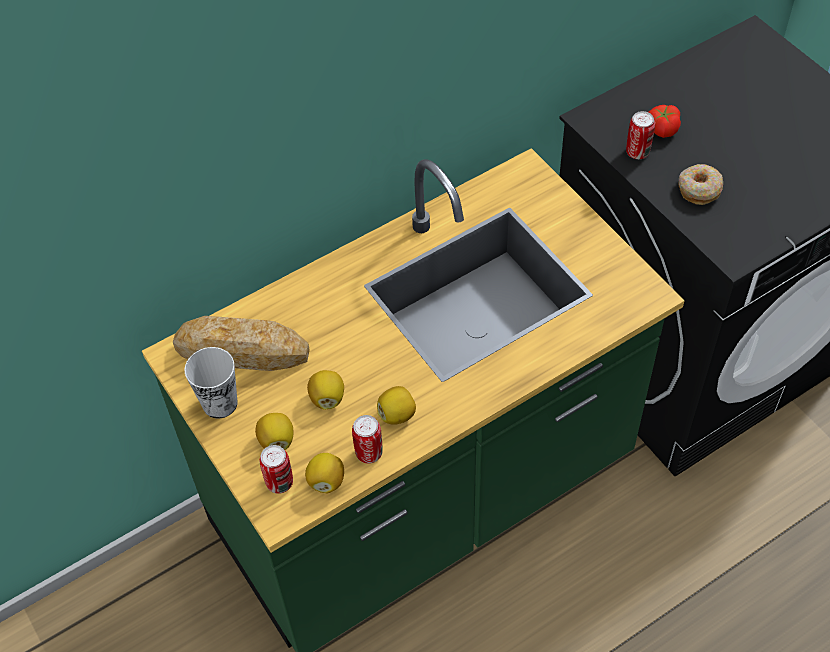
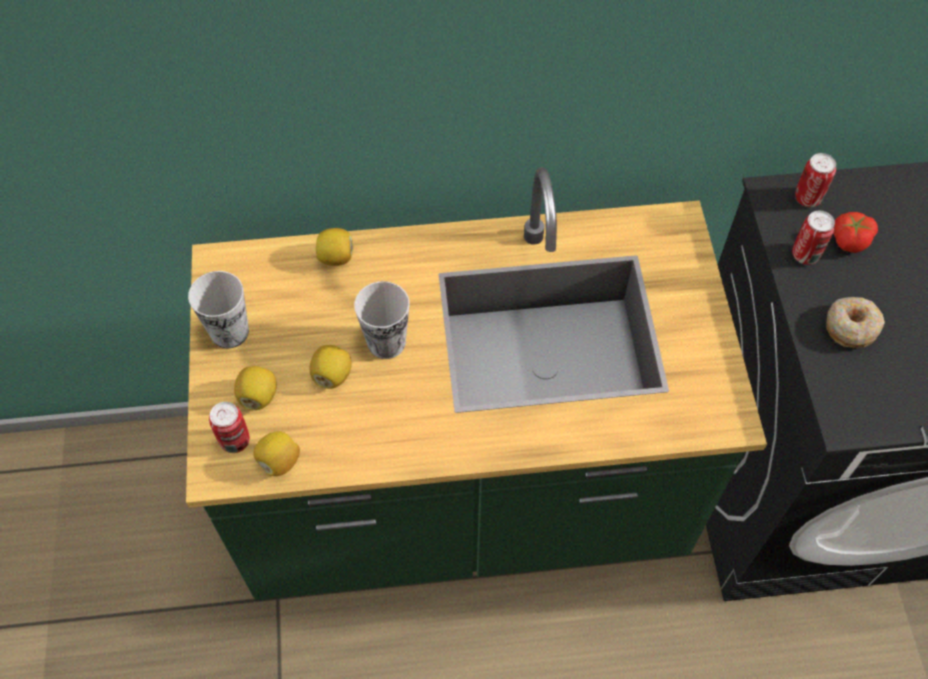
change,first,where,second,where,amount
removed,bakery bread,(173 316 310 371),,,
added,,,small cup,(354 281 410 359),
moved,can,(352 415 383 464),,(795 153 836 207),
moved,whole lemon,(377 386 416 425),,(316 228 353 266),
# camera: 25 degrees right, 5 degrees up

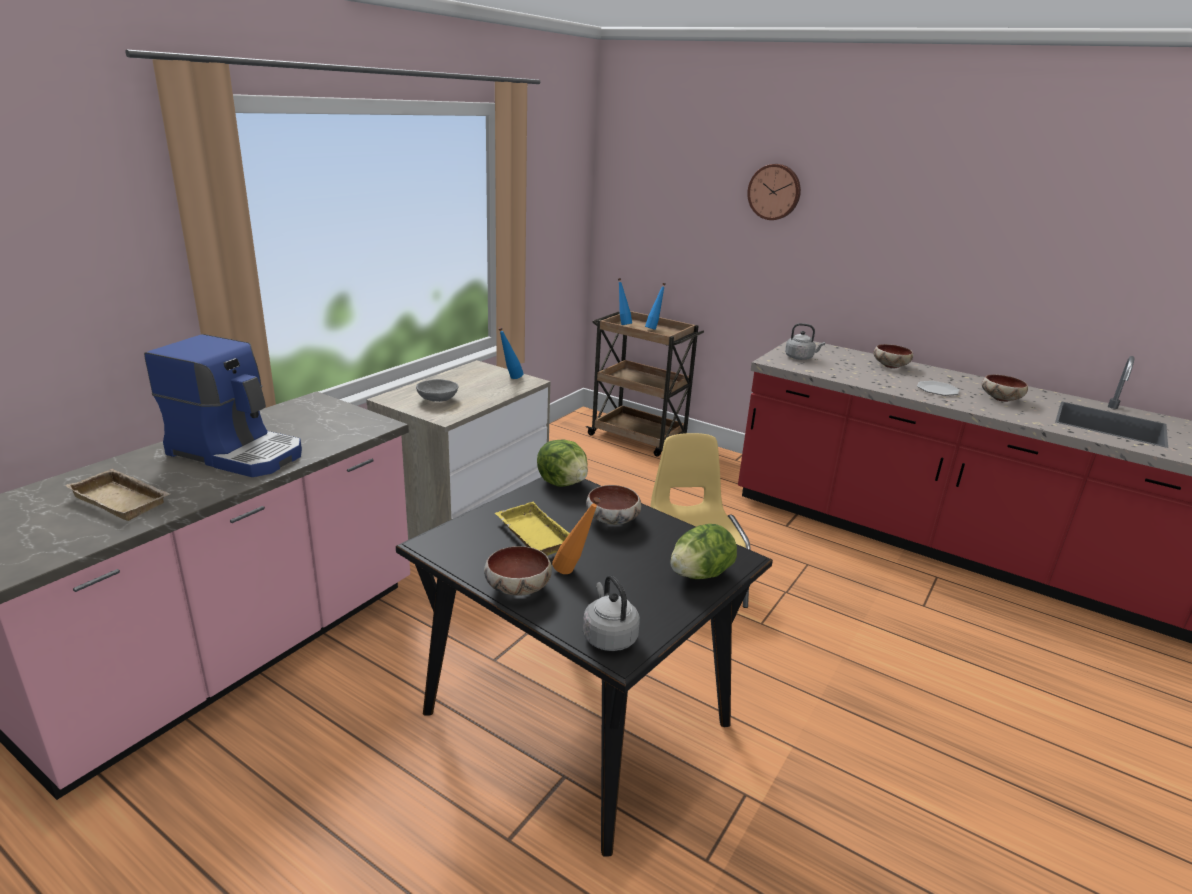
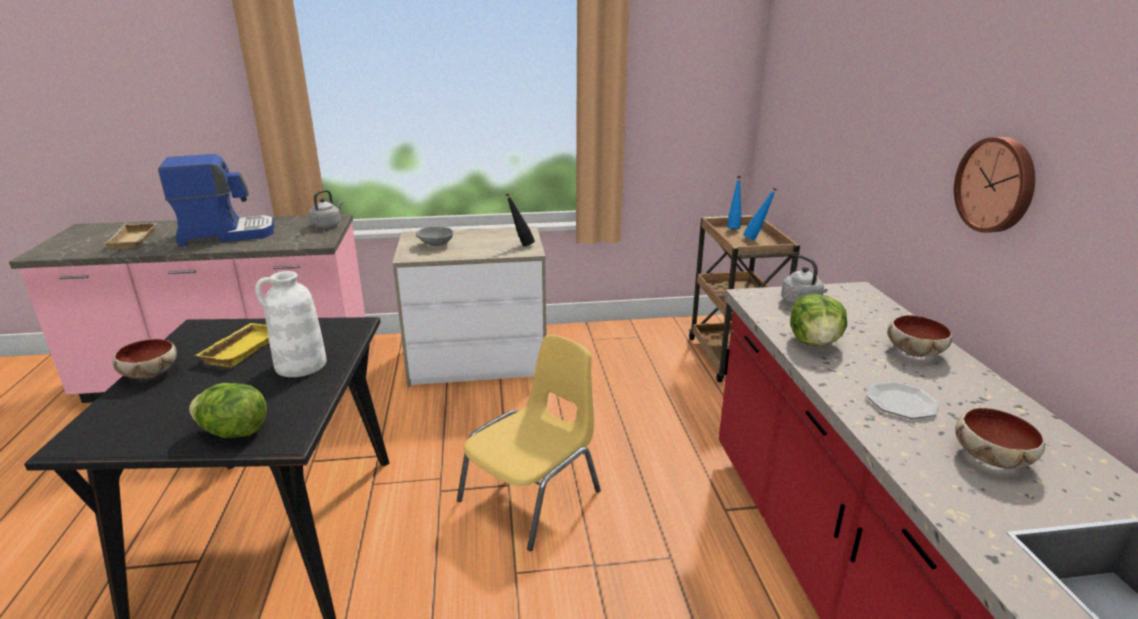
change,first,where,second,where,amount
removed,bottle in orange,(552 497 601 574),,,
moved,lettuce head,(537 440 588 487),,(790 294 847 346),
moved,tea kettle in greyish,(583 575 640 651),,(309 190 343 228),
moved,clock on the wall,(747 164 801 220),,(954 137 1035 233),
replaced,serving bowl,(586 485 641 525),vase in white-coloured,(255 271 327 377),
recoloured,bottle in blue,(498 327 524 379),bottle in black,(505 193 535 247),
turned,coffee brewer,(144 334 302 477),,(158 154 274 247),90 degrees counterclockwise
# camera: 50 degrees right, 0 degrees up

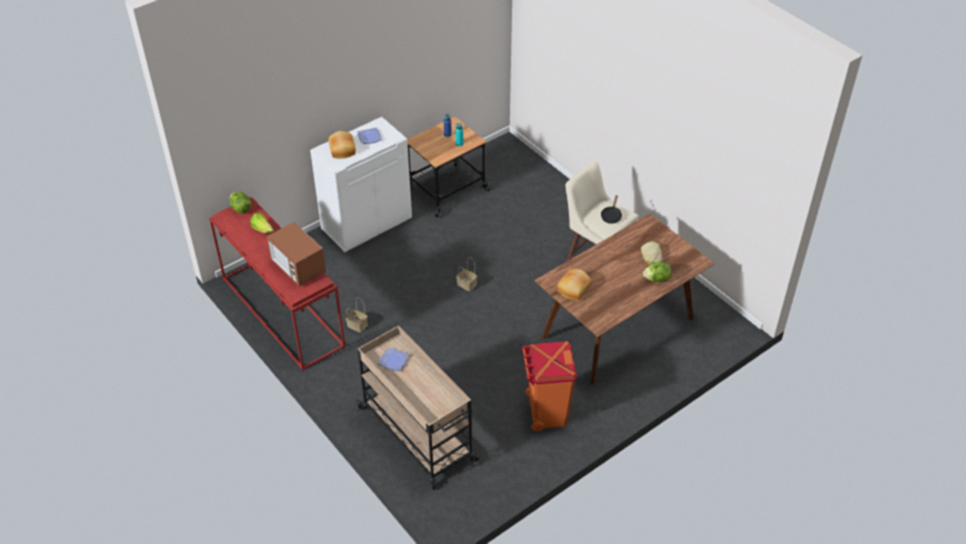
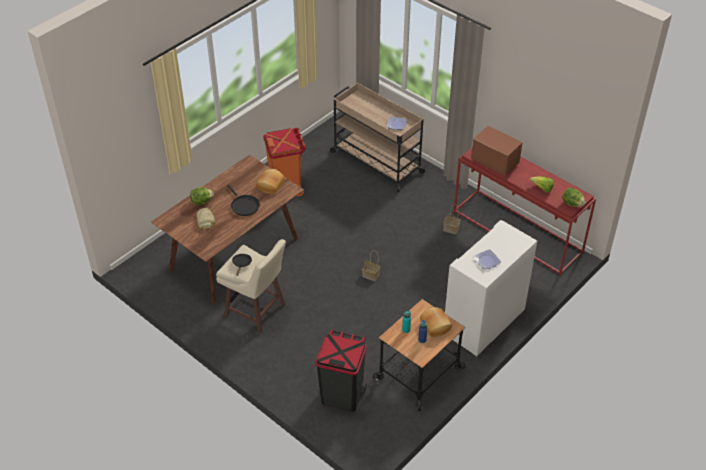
change,first,where,second,where,amount
added,,,frying pan in black,(227 185 260 216),
added,,,waste bin in black,(315 329 367 412),
moved,bakery bread,(328 131 356 159),,(420 307 452 337),
# camera: 170 degrees right, 0 degrees up

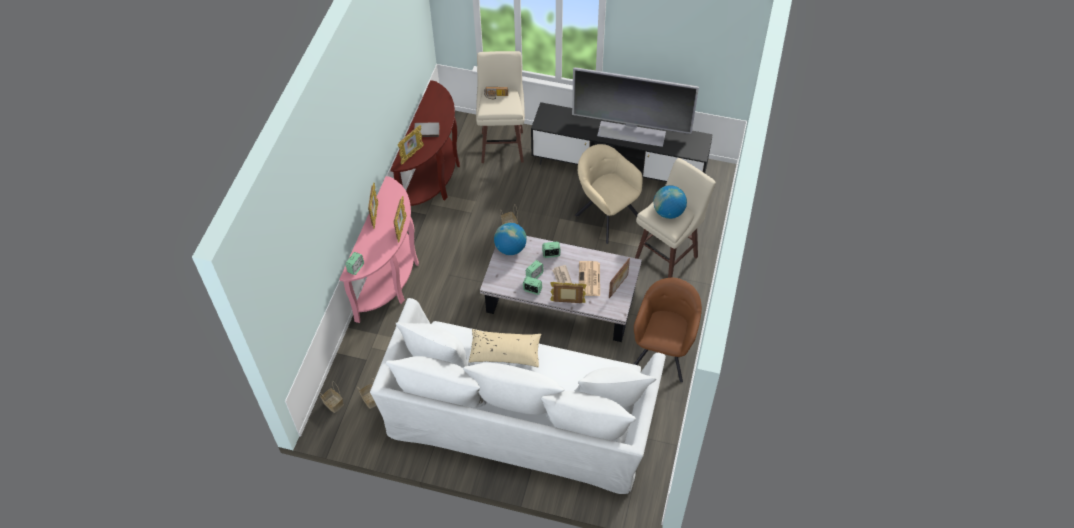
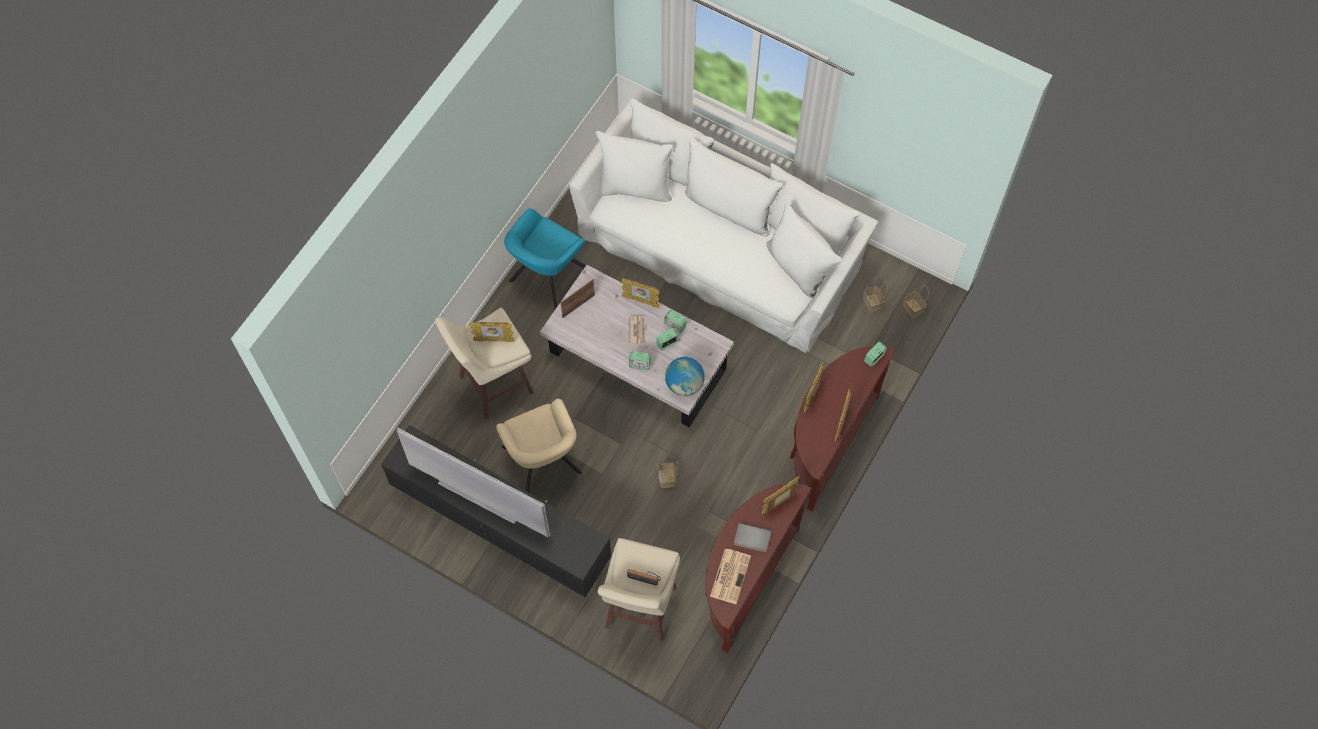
change,first,where,second,where,amount
removed,cushion in sand-coloured,(469 329 541 367),,,
moved,printed paper,(579 261 600 296),,(710 549 751 604),
replaced,world globe,(653 185 687 219),picture frame,(469 322 515 342),
recoloured,narrow table in pink,(339 176 419 323),narrow table in brownish,(790 346 895 511),
recoloured,lounge chair in brownish,(634 278 702 383),lounge chair in blue-green,(504 208 586 309),
# camera: 165 degrees left, 10 degrees up

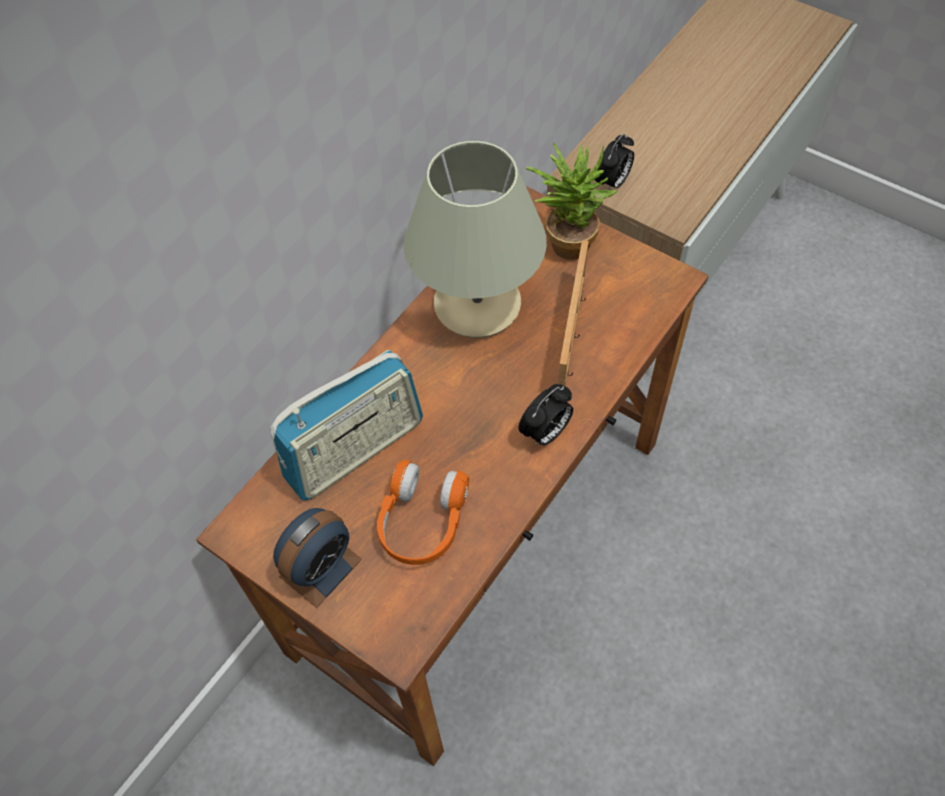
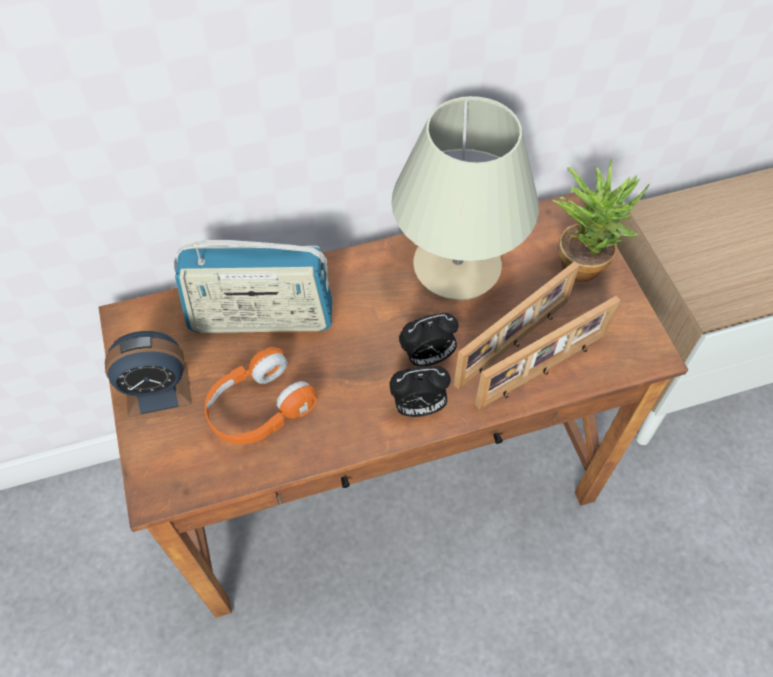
change,first,where,second,where,amount
added,,,picture frame,(475 296 621 410),
moved,bedside clock,(595 133 634 190),,(399 313 459 366),
# camera: 35 degrees right, 0 degrees up

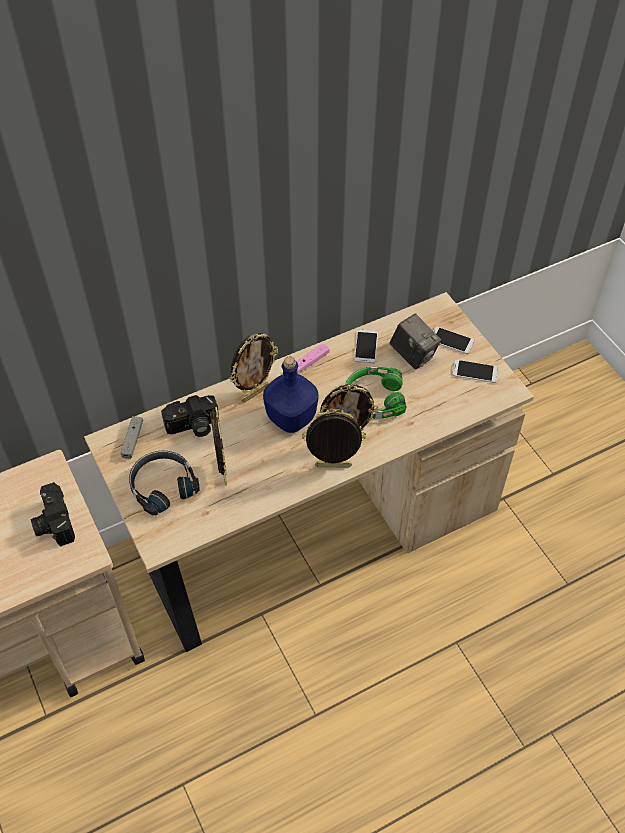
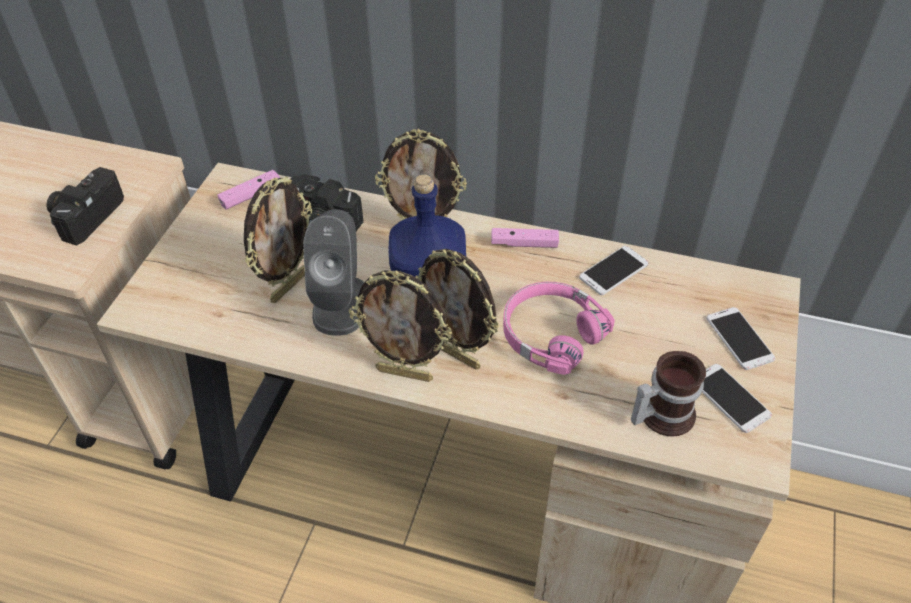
change,first,where,second,where,amount
removed,pair of headphones in black,(129 451 199 515),,,
removed,still camera,(390 314 442 370),,,
added,,,speaker in greyish,(303 209 364 336),
added,,,mug,(631 351 706 437),
recoloured,game controller in greyish,(120 416 143 459),game controller in pink,(217 170 280 210),
recoloured,pair of headphones in greenish,(345 367 406 419),pair of headphones in pink,(503 282 615 375),
turned,picture frame,(302 409 366 468),,(349 270 452 382),150 degrees clockwise
# camera: 45 degrees right, 5 degrees down

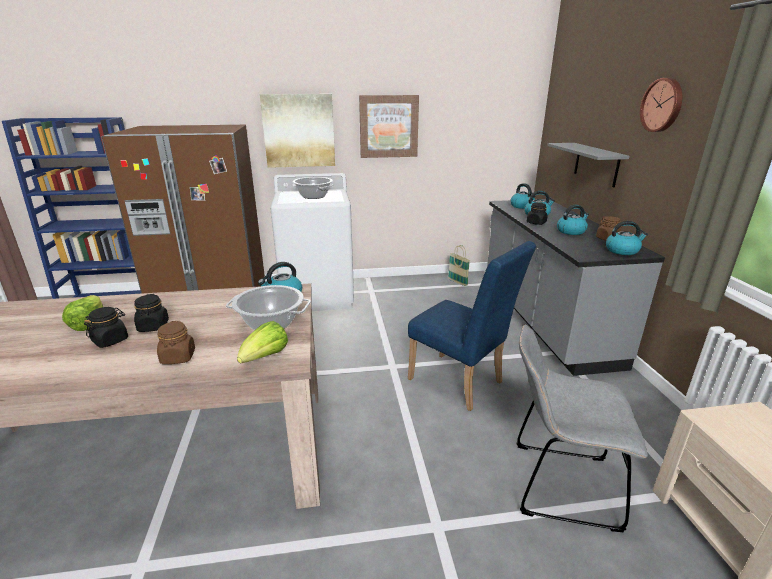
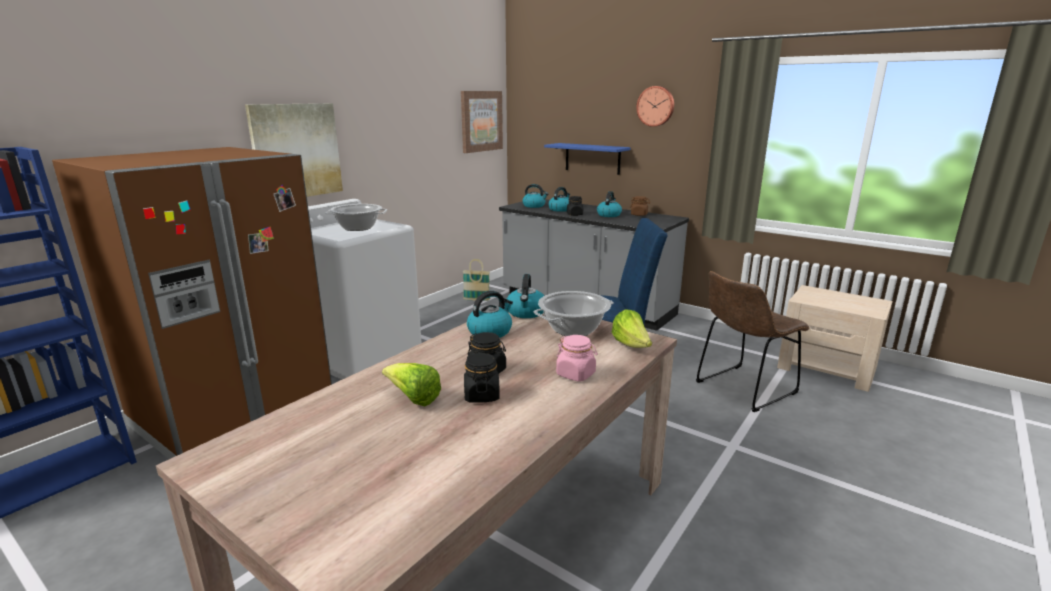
change,first,where,second,where,amount
moved,picture,(359 95 419 158),,(461 91 503 153),
moved,tea kettle,(606 221 648 255),,(467 291 513 338),
recoloured,storage jar in brownish,(157 321 195 364),storage jar in pink,(556 335 598 382),
recoloured,plain chair in greyish,(516 325 648 532),plain chair in brownish,(696 271 809 412),
recoloured,bracket shelf in greyish,(548 143 630 187),bracket shelf in blue,(544 143 631 175),
# camera: 45 degrees left, 5 degrees down

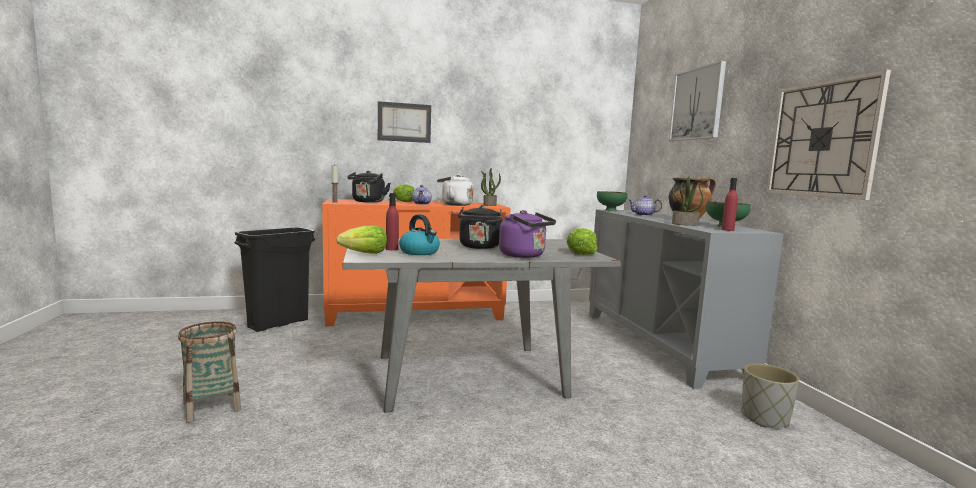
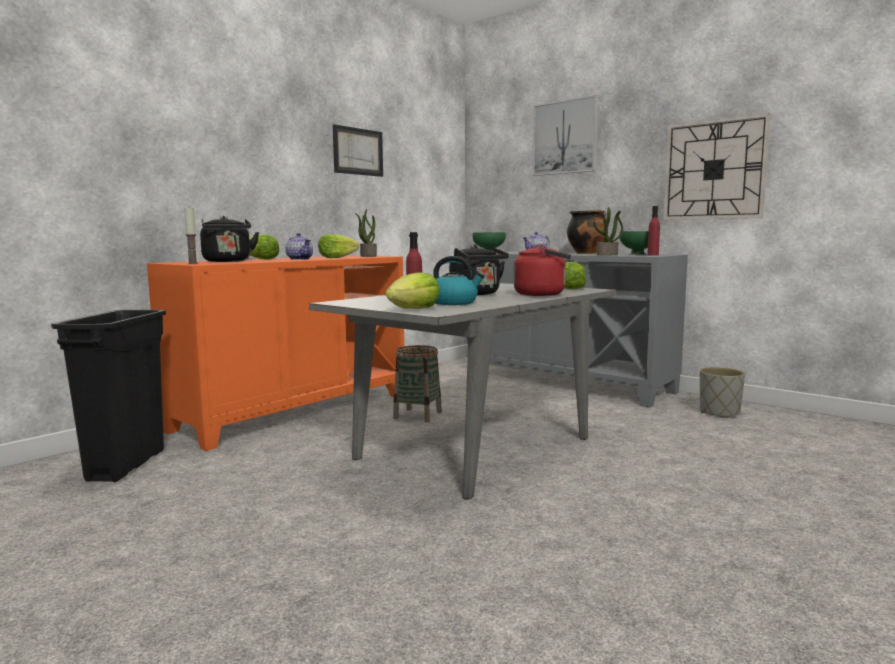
change,first,where,second,where,amount
moved,basket,(178 321 241 423),,(393 345 442 422),
moved,picture,(378 101 431 143),,(333 124 383 177),
replaced,tea kettle in white-coloured,(437 174 474 206),lettuce head,(318 234 359 258),
recoloured,tea kettle in purple,(499 210 556 258),tea kettle in red,(514 244 571 296),
# camera: 35 degrees left, 0 degrees up

